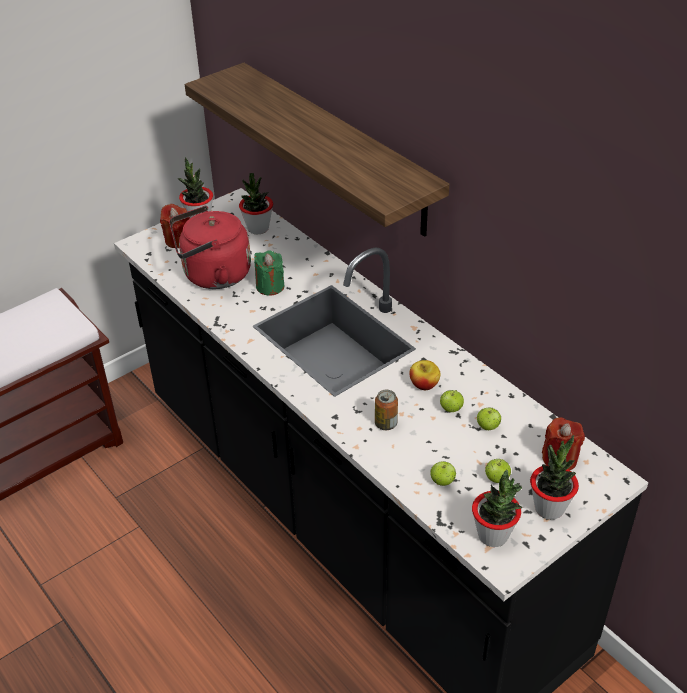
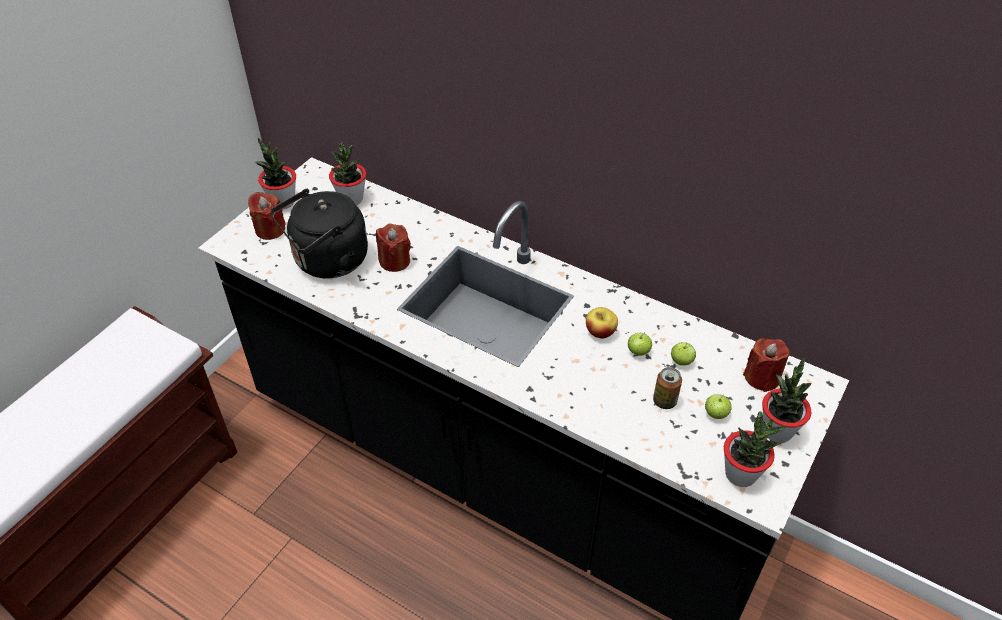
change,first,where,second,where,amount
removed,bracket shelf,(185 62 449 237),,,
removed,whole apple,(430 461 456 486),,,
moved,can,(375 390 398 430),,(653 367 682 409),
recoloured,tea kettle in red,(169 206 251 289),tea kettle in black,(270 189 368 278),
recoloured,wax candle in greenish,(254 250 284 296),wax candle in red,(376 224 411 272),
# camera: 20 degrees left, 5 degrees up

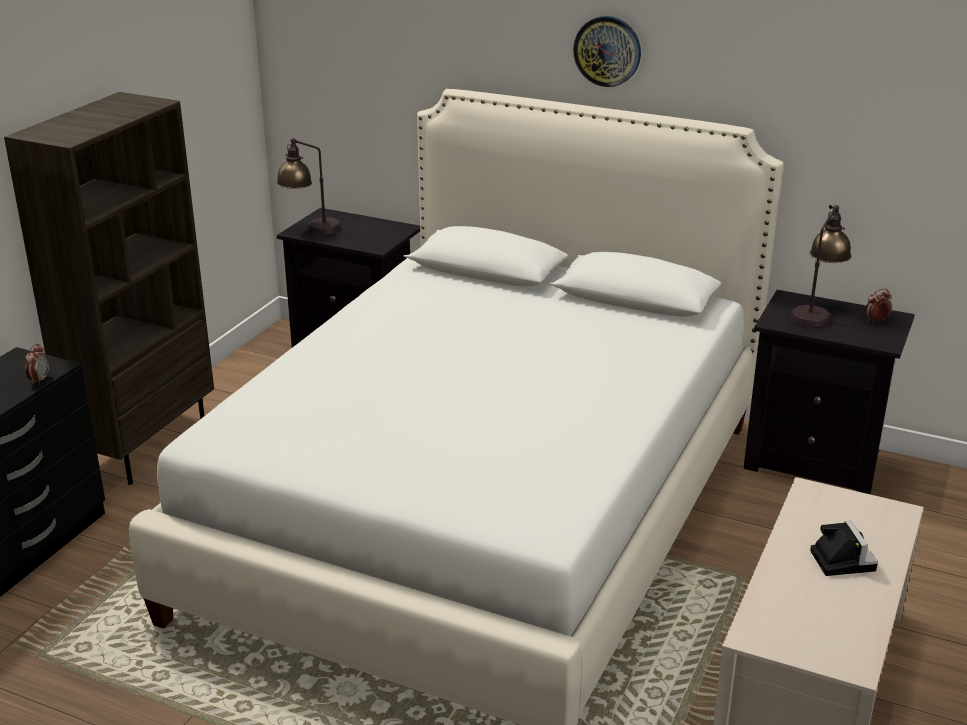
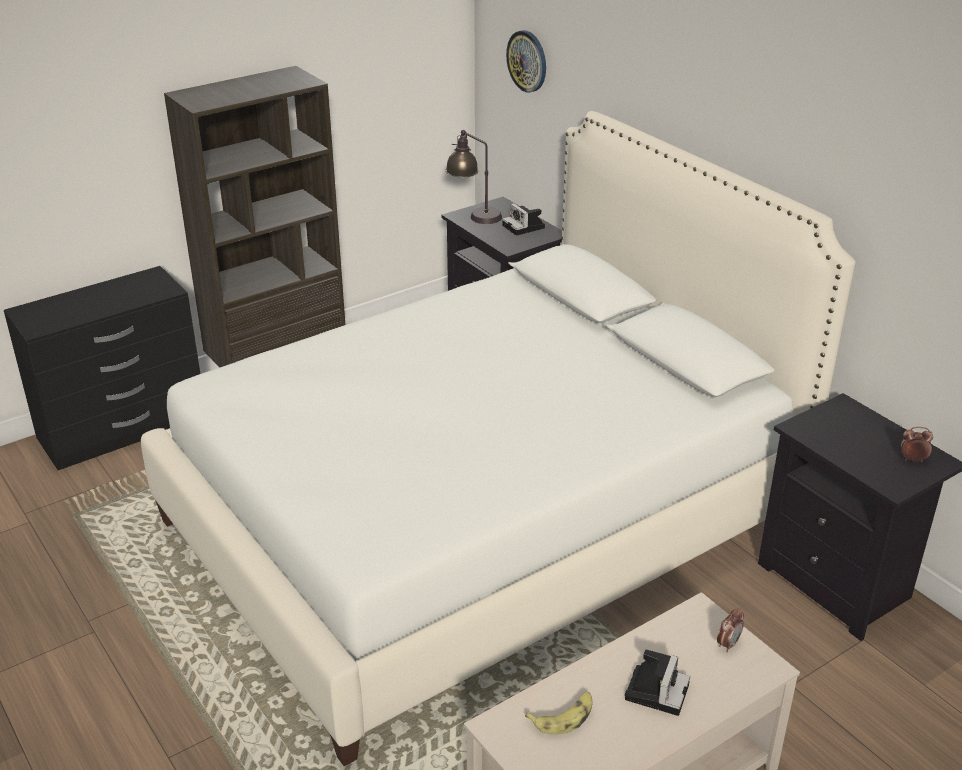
change,first,where,second,where,amount
removed,table lamp,(790 205 851 327),,,
added,,,still camera,(502 203 545 236),
added,,,banana,(525 692 592 734),
moved,bedside clock,(25 343 49 384),,(717 608 744 652),
moved,clock on the wall,(573 16 641 87),,(506 30 546 93),
# camera: 30 degrees right, 5 degrees up

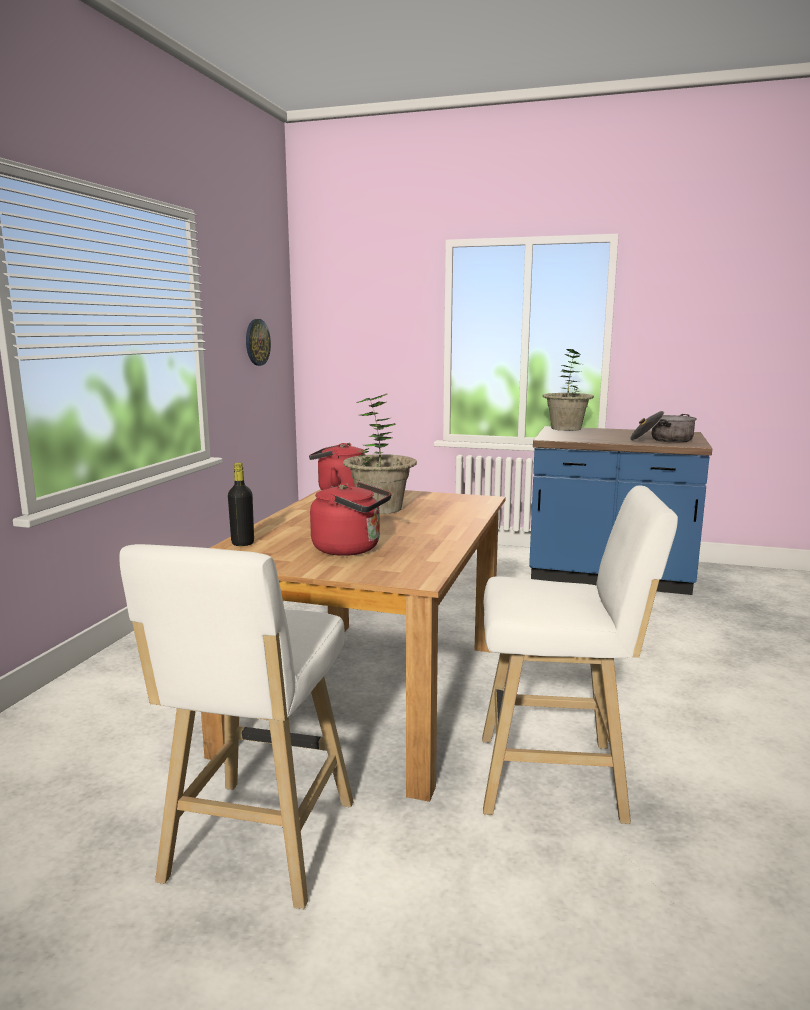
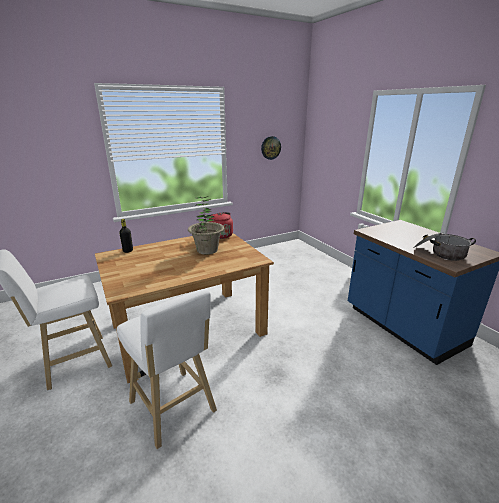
change,first,where,second,where,amount
removed,tea kettle in red,(310 482 391 556),,,
removed,houseplant,(542 349 594 431),,,
# camera: 45 degrees right, 10 degrees up

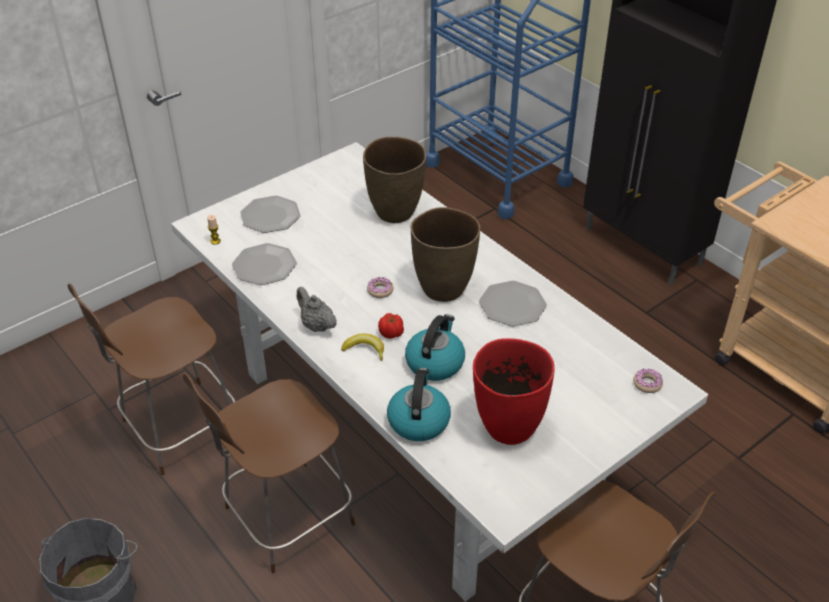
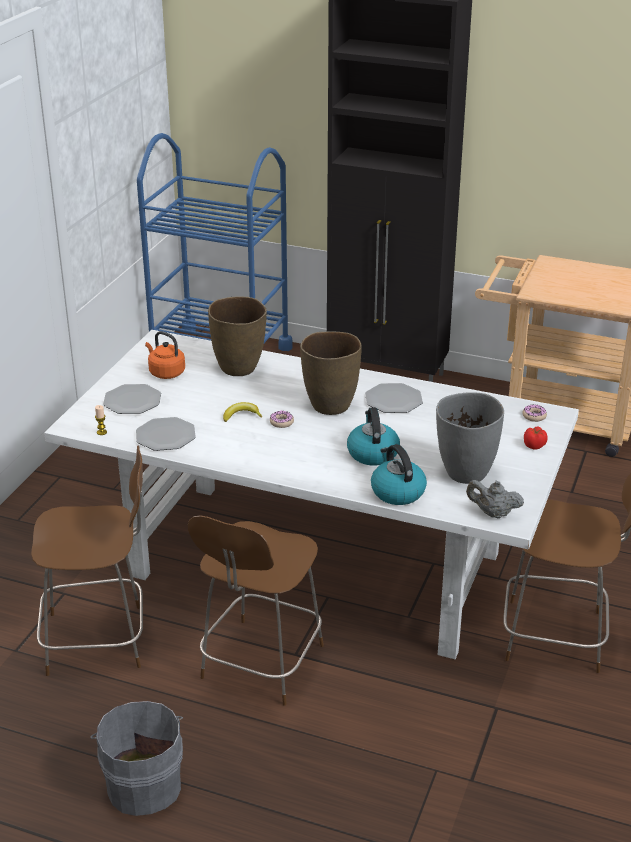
change,first,where,second,where,amount
added,,,tea kettle in orange,(145 331 185 379),
moved,pot for tea in greyish,(297 287 337 332),,(466 480 524 519),
moved,banana,(341 334 384 361),,(223 402 262 422),
moved,tomato,(378 313 404 339),,(524 427 548 450),
recoloured,vase in red,(473 338 555 445),vase in greyish,(436 392 504 484),
turned,plain chair in brownish,(68 283 236 475),,(31 445 143 676),120 degrees counterclockwise
# camera: 30 degrees left, 10 degrees down

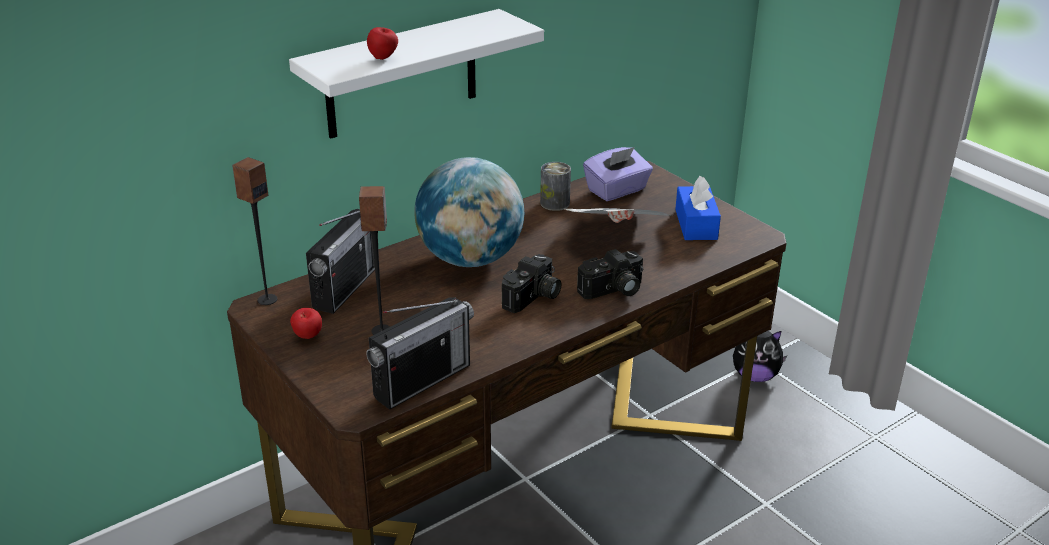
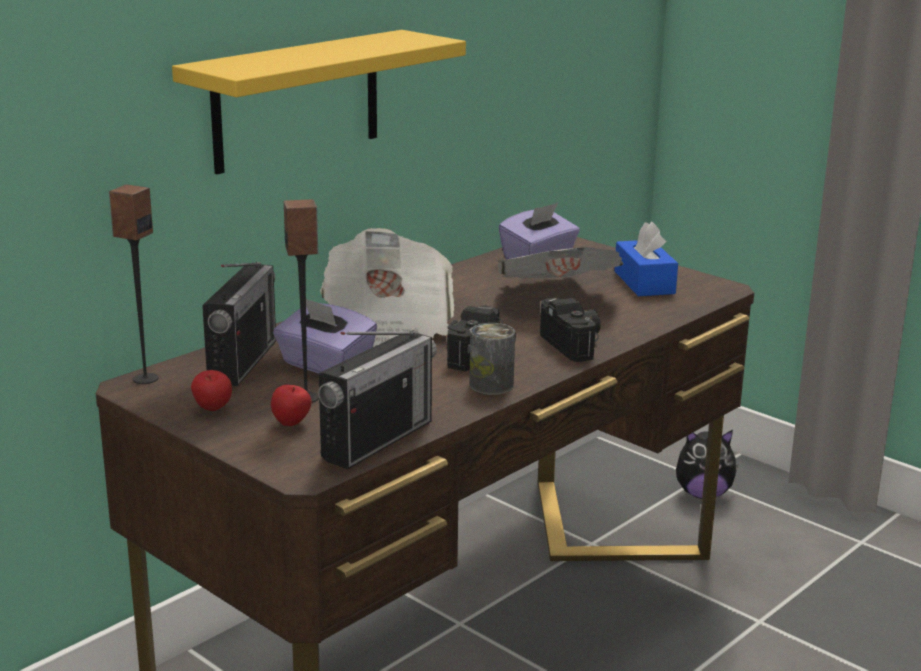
change,first,where,second,where,amount
added,,,tissue box in purple,(273 299 377 374),
moved,whole apple,(367 27 398 60),,(271 385 312 426),
moved,can,(540 162 571 211),,(469 323 515 395),
replaced,world globe,(414 157 525 267),printed paper,(320 228 454 347),
recoloured,bracket shelf in white-coloured,(289 9 544 139),bracket shelf in yellow-coloured,(172 30 466 174),
turned,still camera,(577 249 643 299),,(540 298 601 362),75 degrees counterclockwise
# camera: 10 degrees left, 10 degrees down

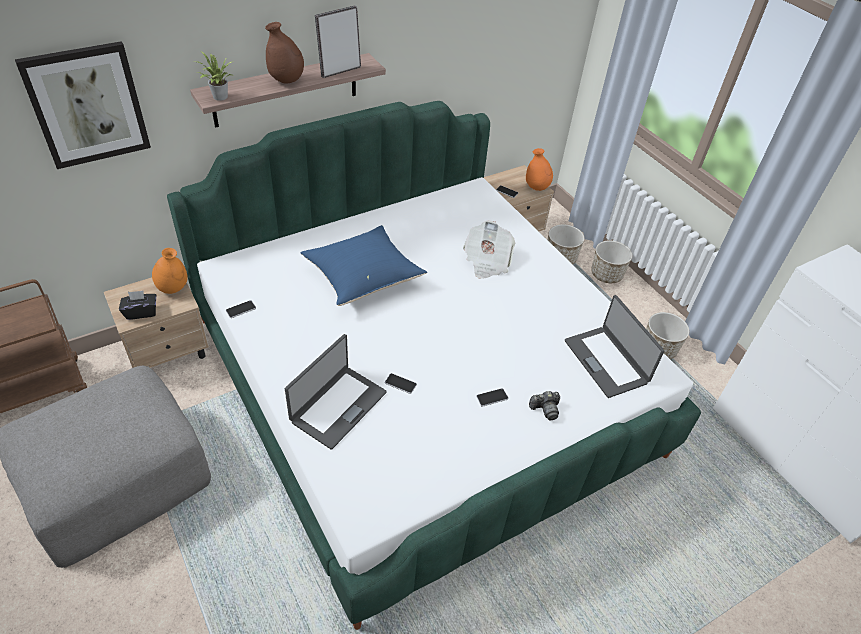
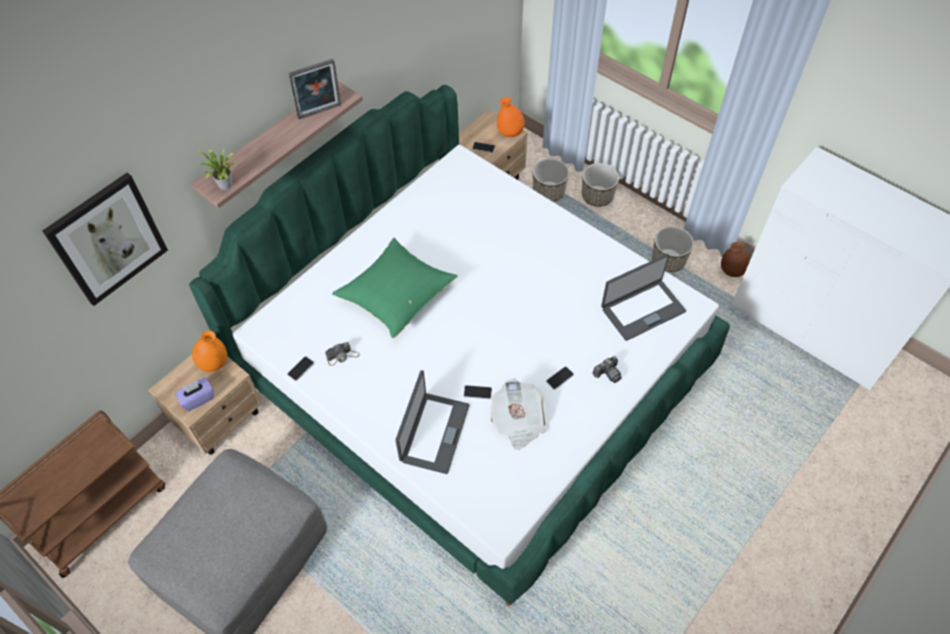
change,first,where,second,where,amount
added,,,still camera,(325 342 360 366),
moved,vase in brownish,(265 22 304 84),,(721 242 750 277),
moved,printed paper,(463 221 515 279),,(490 379 546 450),
recoloured,tissue box in black,(119 291 156 320),tissue box in purple,(175 377 214 411),
recoloured,cushion in blue,(300 225 427 306),cushion in greenish,(332 238 458 338),
turned,picture frame,(315 6 361 78),,(288 59 341 119),150 degrees counterclockwise
turned,laptop,(565 295 664 398),,(601 254 686 341),75 degrees counterclockwise
# camera: 15 degrees left, 10 degrees up

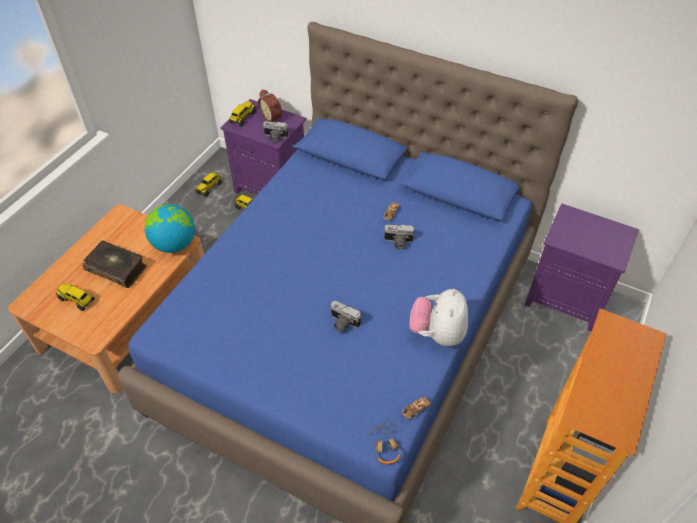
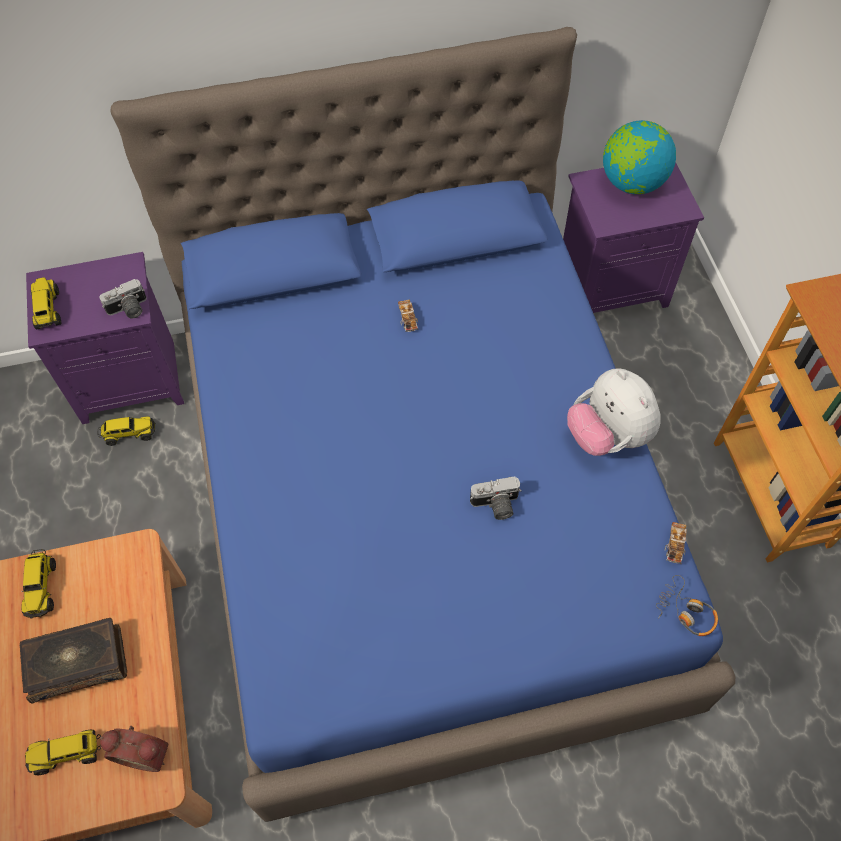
change,first,where,second,where,amount
removed,still camera,(383 225 414 249),,,
moved,world globe,(144 204 195 253),,(603 120 676 194),
moved,model truck,(195 172 222 197),,(21 549 56 618),
moved,bedside clock,(258 89 282 122),,(100 726 169 772),
# camera: 40 degrees left, 10 degrees up

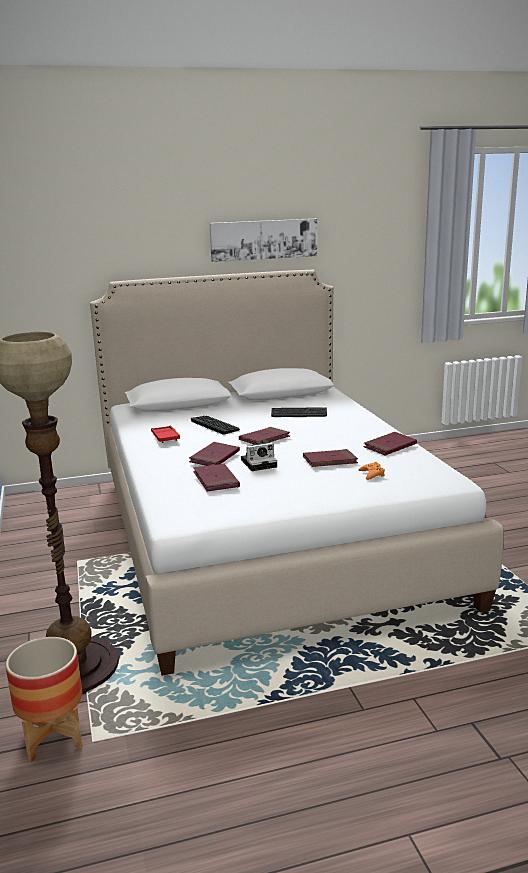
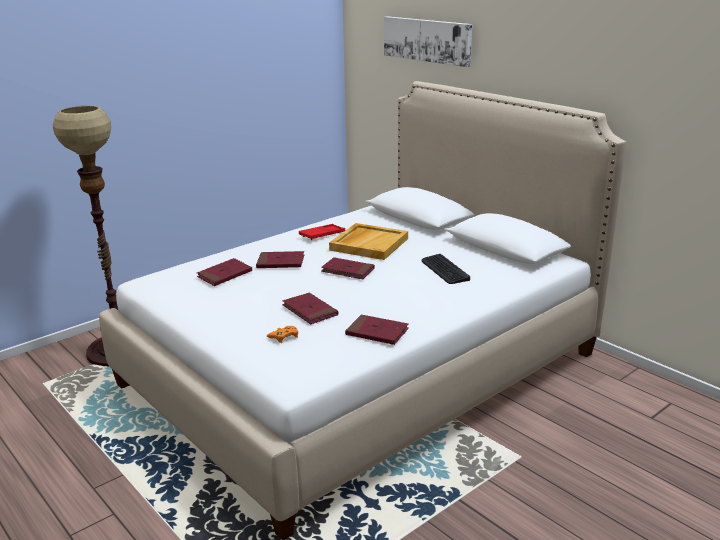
change,first,where,second,where,amount
removed,flower pot,(6 637 82 762),,,
removed,still camera,(241 439 277 471),,,
moved,picture,(210 219 317 262),,(384 16 472 67),
replaced,computer keyboard,(191 416 240 435),carrying tray in sand-coloured,(329 223 408 260),
# camera: 65 degrees right, 5 degrees up

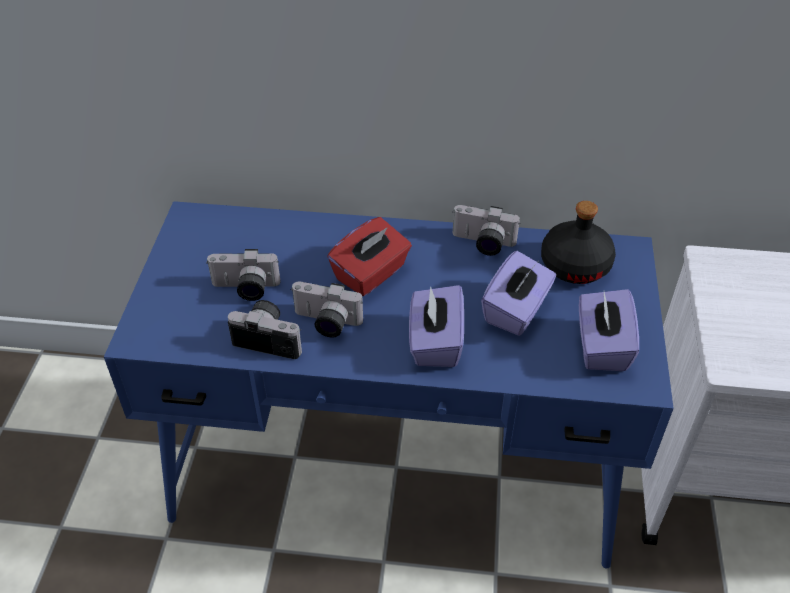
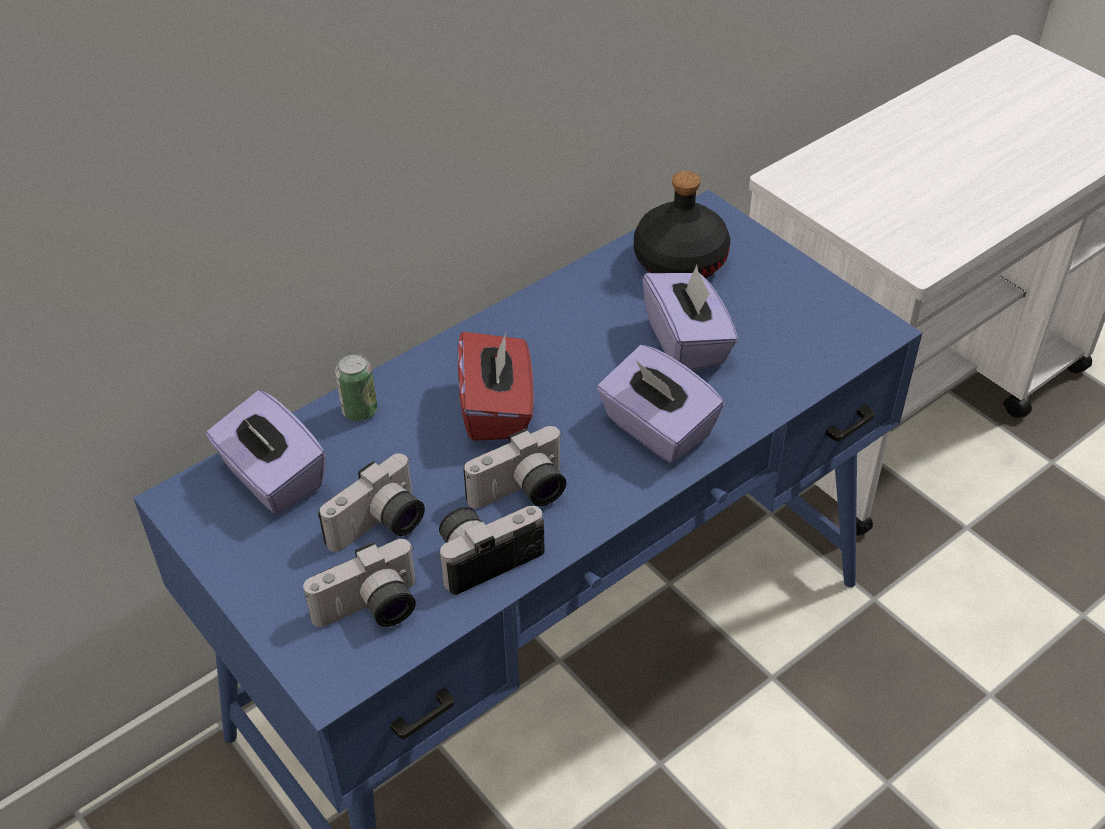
change,first,where,second,where,amount
added,,,can,(335 353 377 421),
moved,still camera,(452 205 520 256),,(303 539 416 627),
moved,tissue box in purple,(579 289 639 371),,(206 390 326 514),
# camera: 45 degrees left, 0 degrees up

